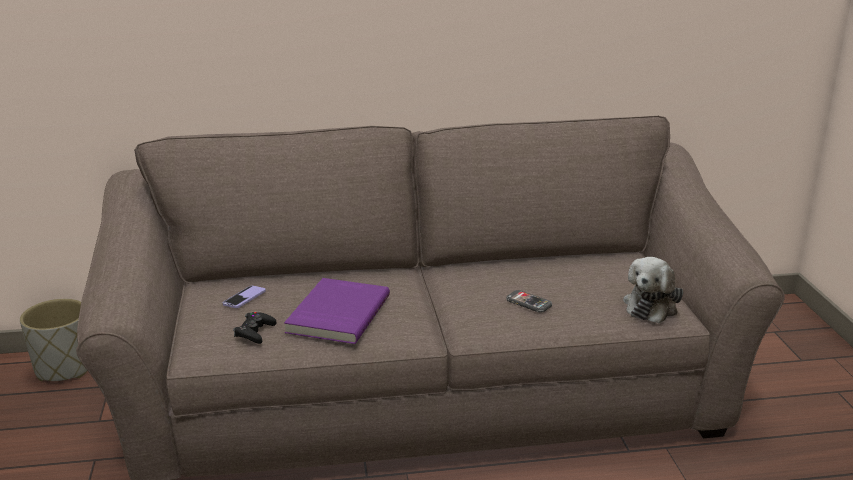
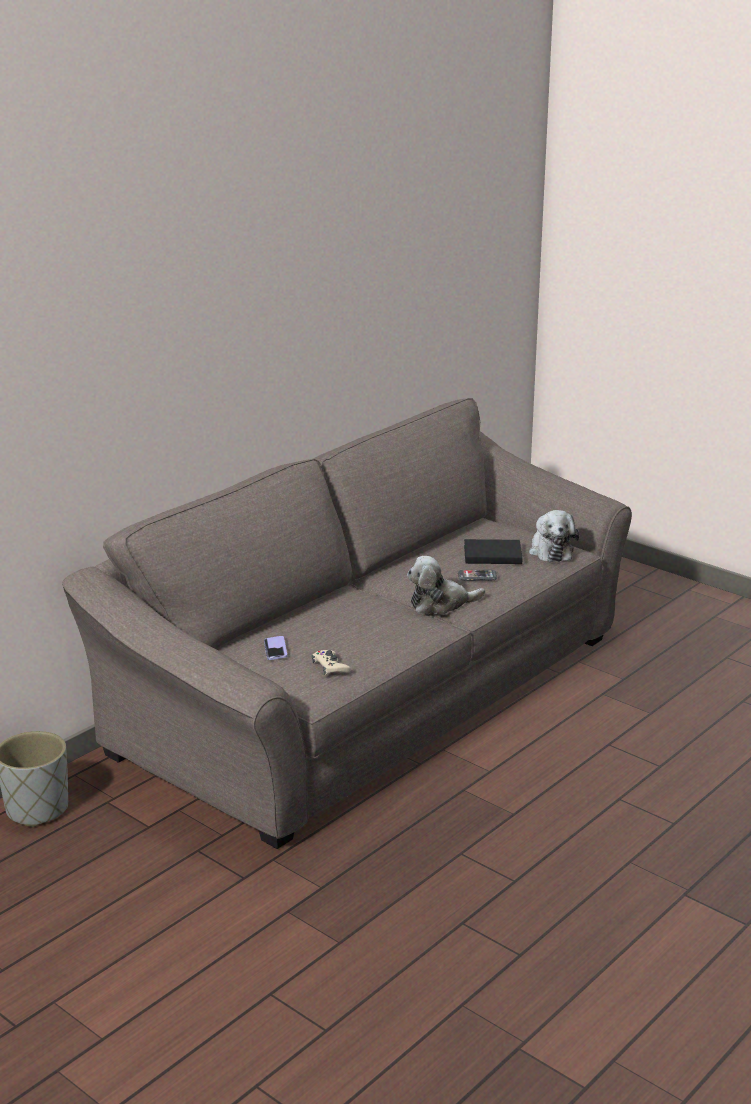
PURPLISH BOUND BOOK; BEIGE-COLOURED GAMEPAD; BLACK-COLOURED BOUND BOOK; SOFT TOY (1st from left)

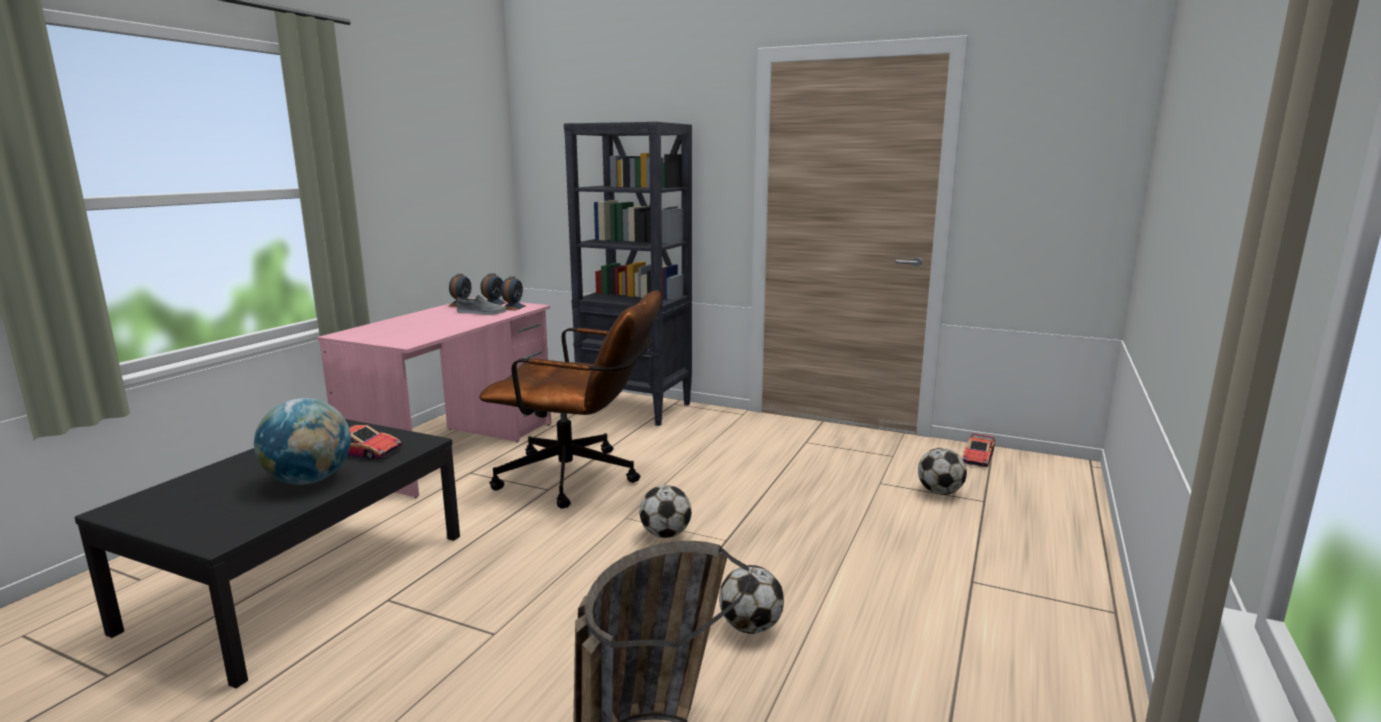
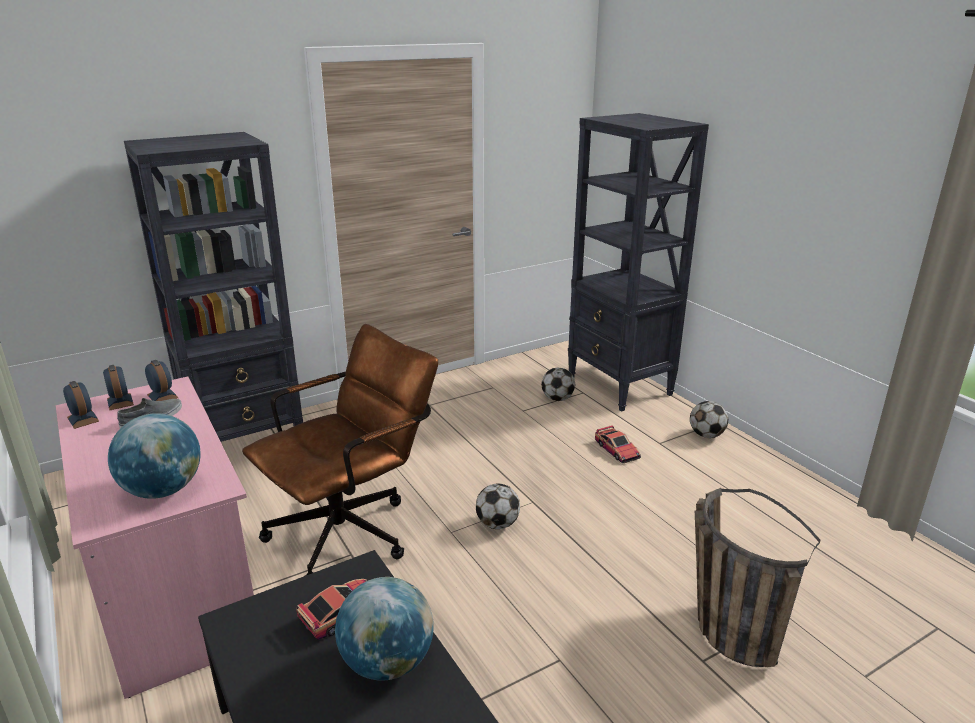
TOY CAR (2nd from left); BALL FOR FOOTBALL (3rd from left); BLACK-COLOURED BOOKSHELF (2nd from left); DESK GLOBE (1st from left)

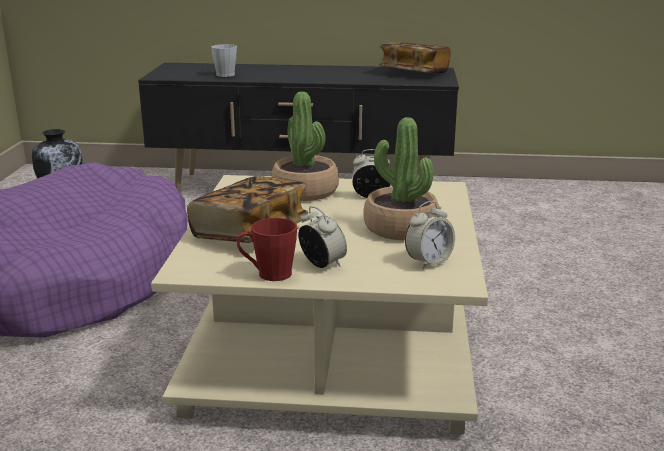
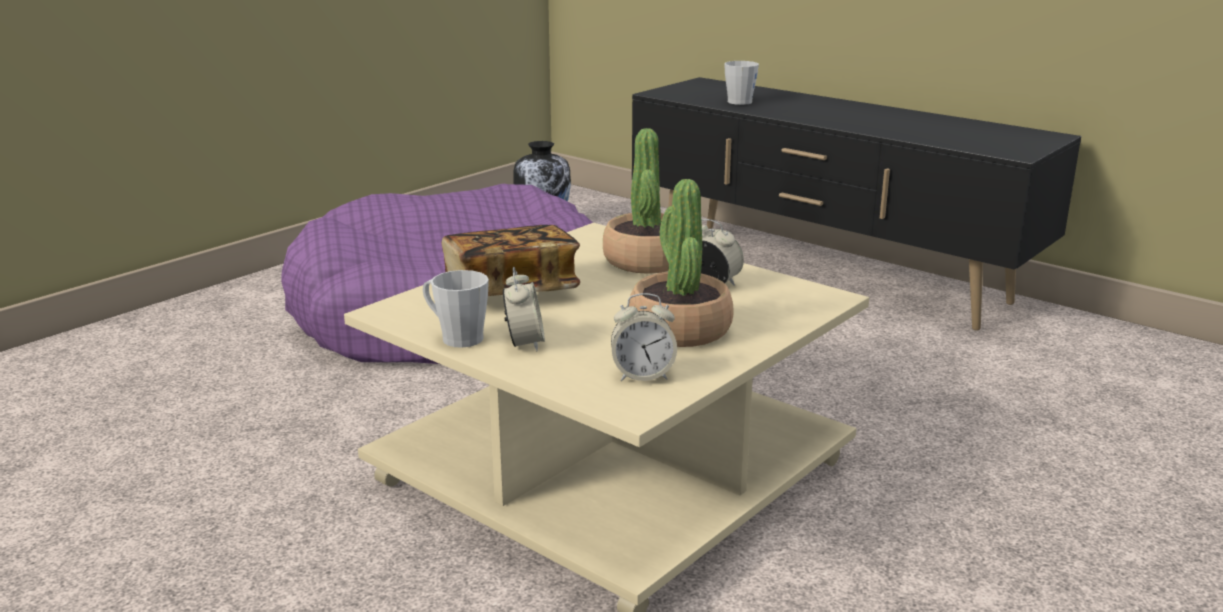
BOUND BOOK (2nd from left in the first image); GREYISH TEA MUG (1st from left)

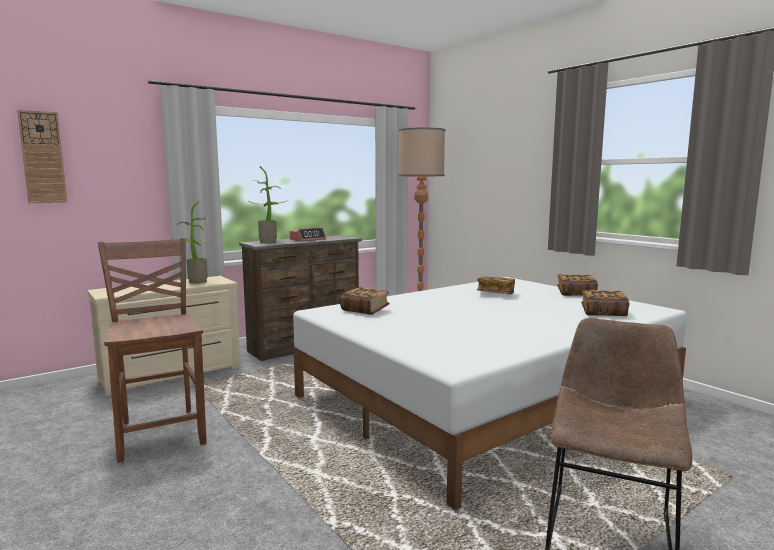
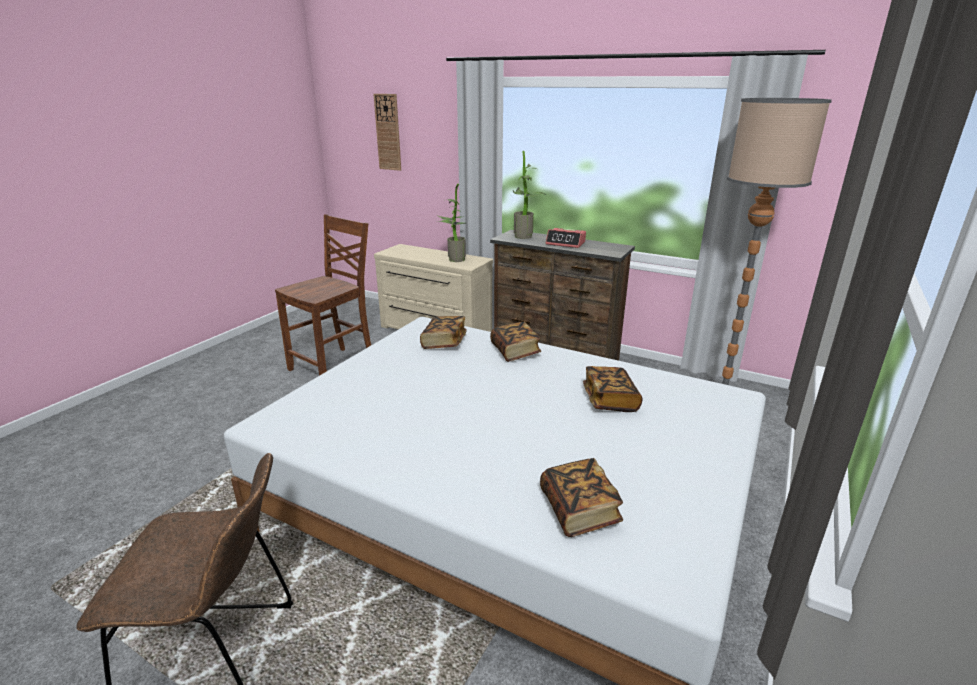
BOUND BOOK (2nd from left)

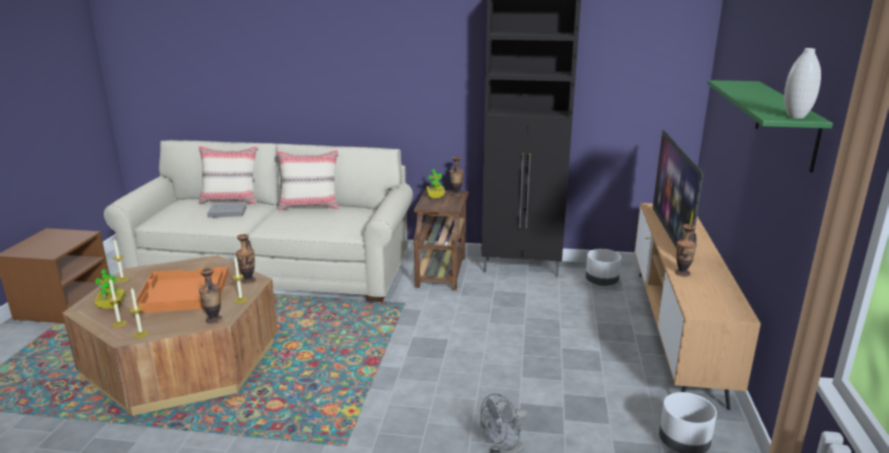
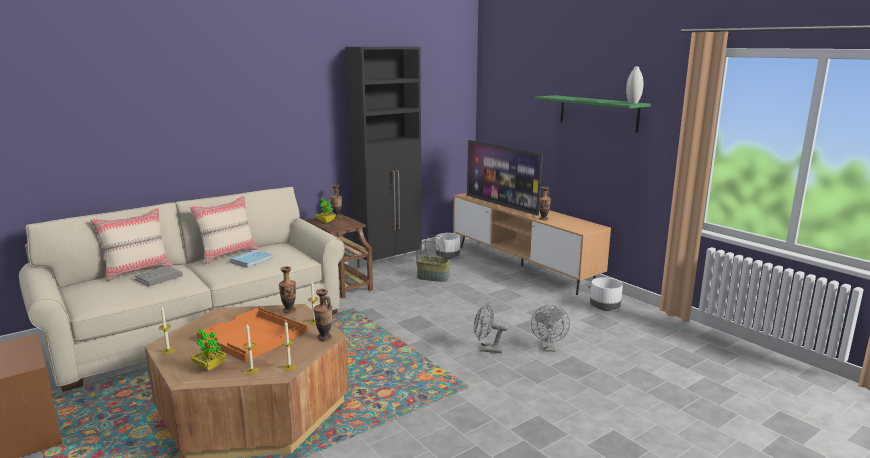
HOUSEHOLD BASKET; BLUE-COLOURED BOUND BOOK; GREYISH FAN (1st from left)

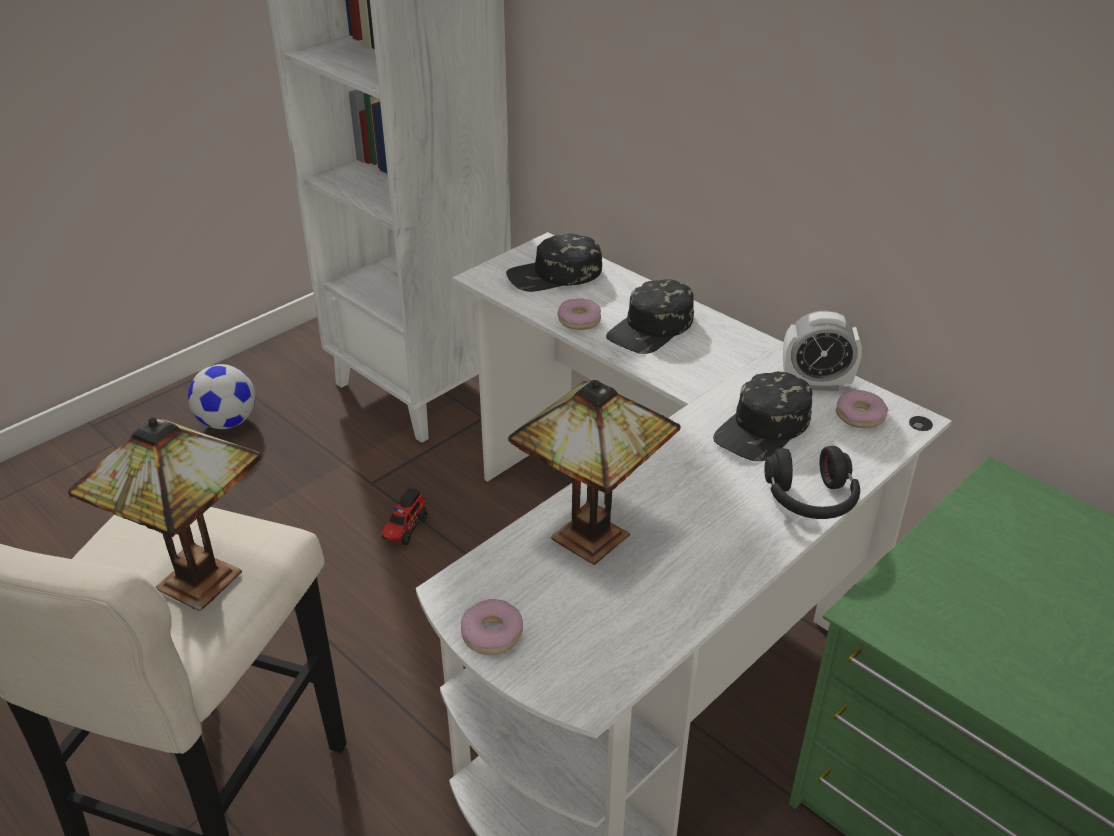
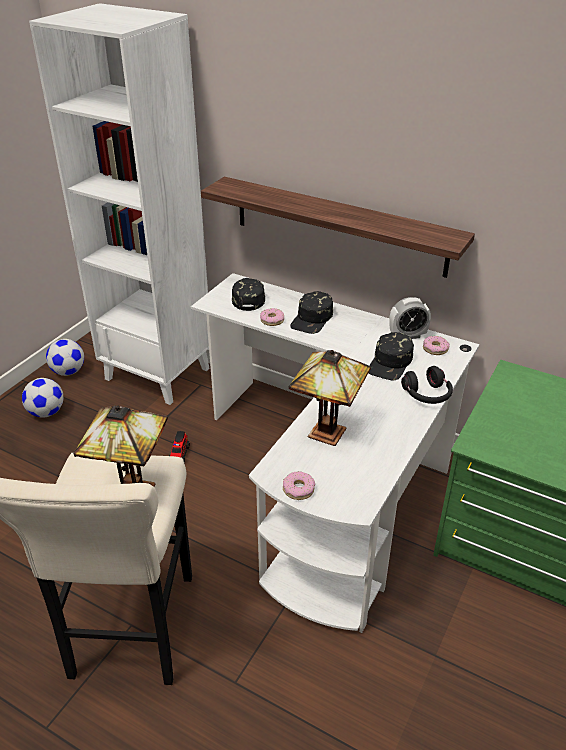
BLACK-COLOURED PEAKED CAP (1st from left); WALL SHELF; BALL FOR FOOTBALL (2nd from left)

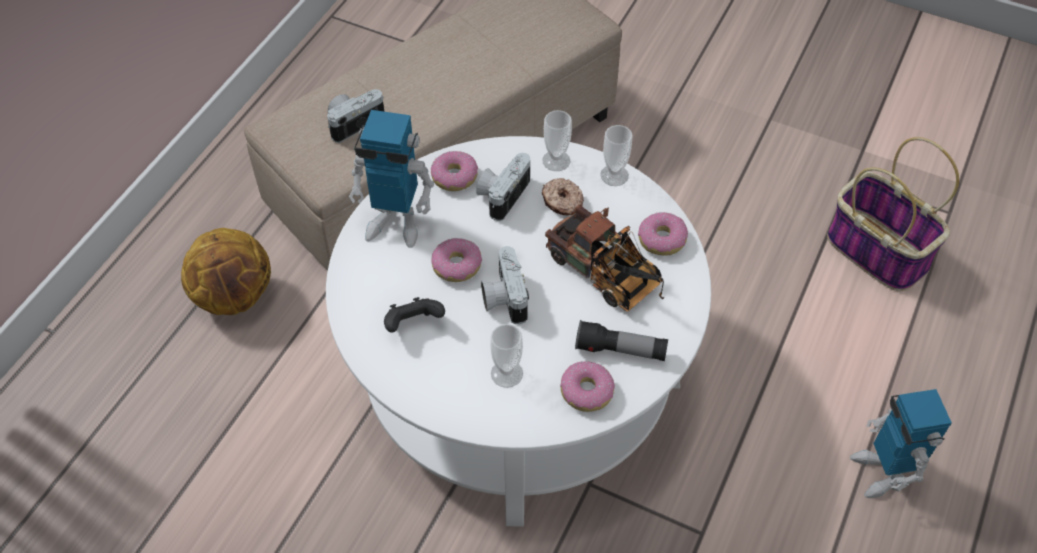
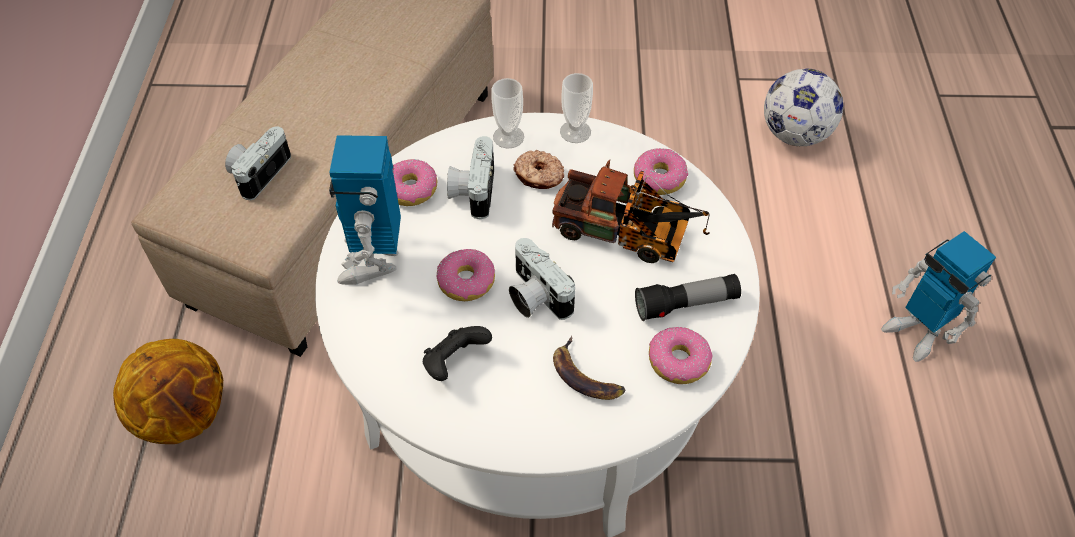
TOY ROBOT (1st from left); BALL FOR FOOTBALL; WHOLE BANANA

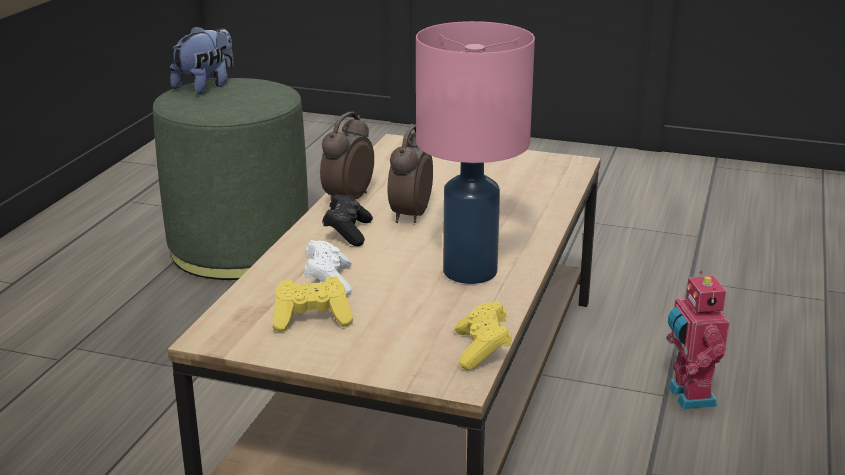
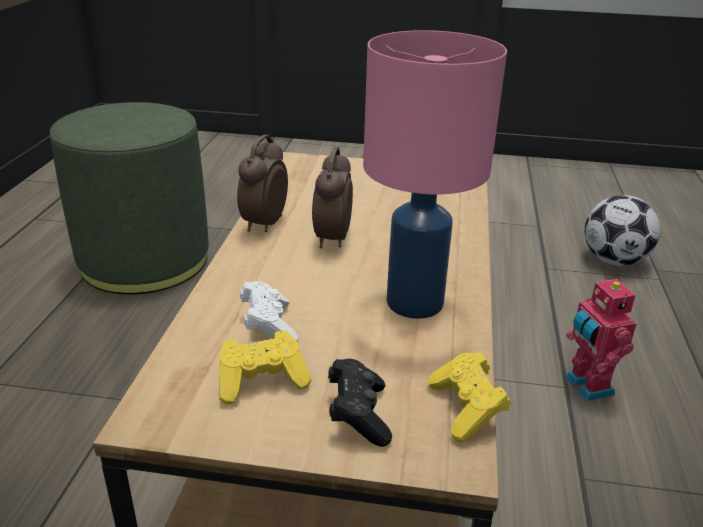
SOFT TOY; BLACK-COLOURED GAMEPAD; BALL FOR FOOTBALL

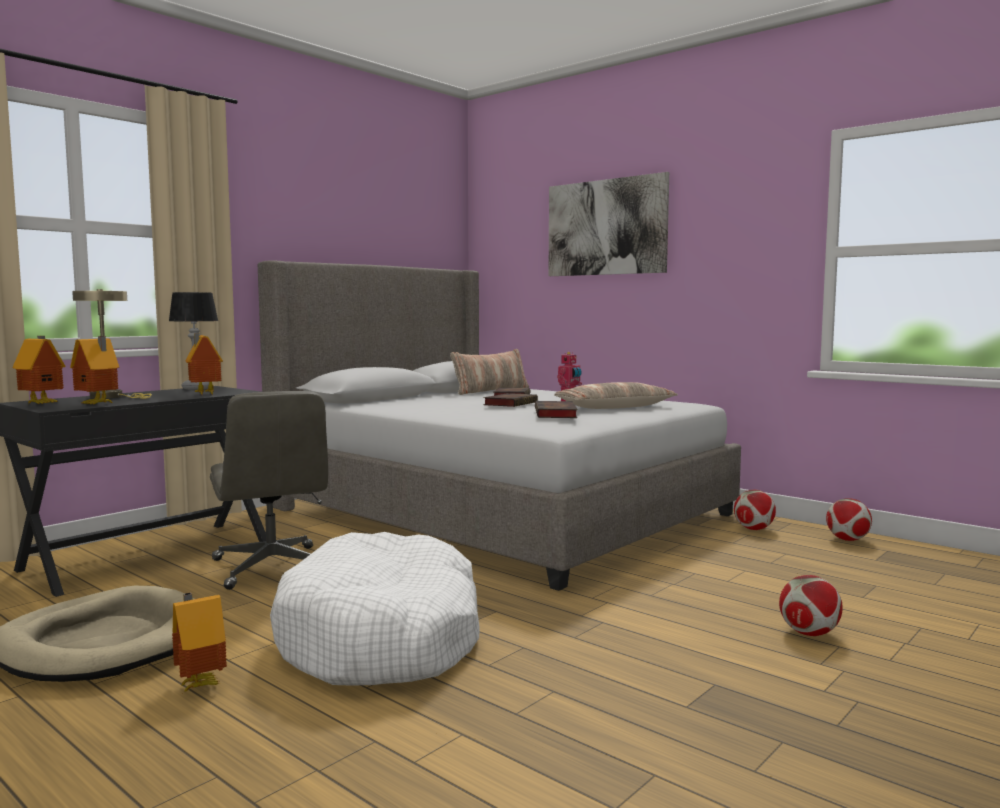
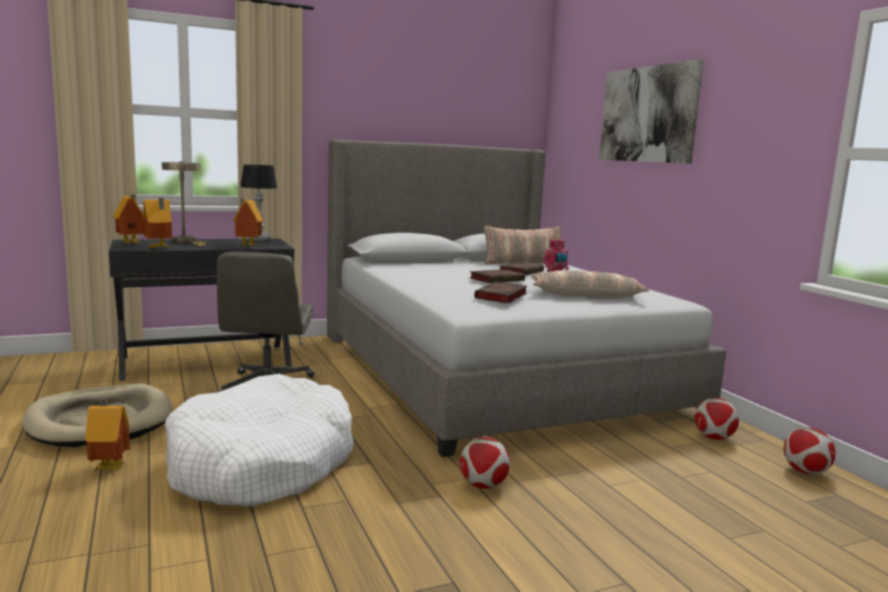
BALL FOR FOOTBALL (1st from left)

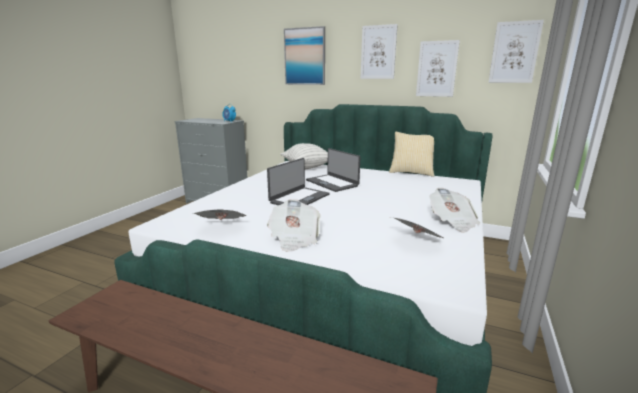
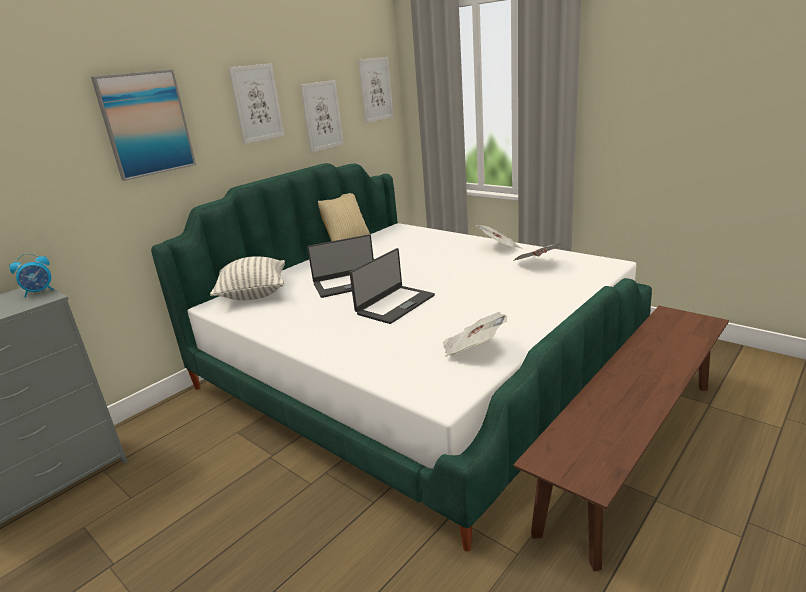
LAPTOP (2nd from left); DAILY PAPER (2nd from left in the first image)

